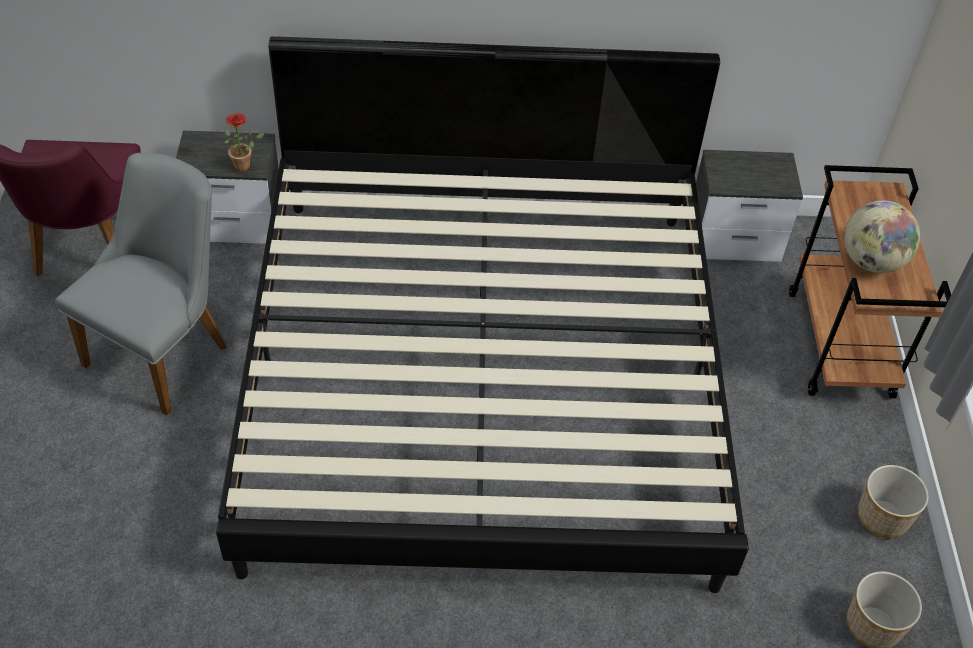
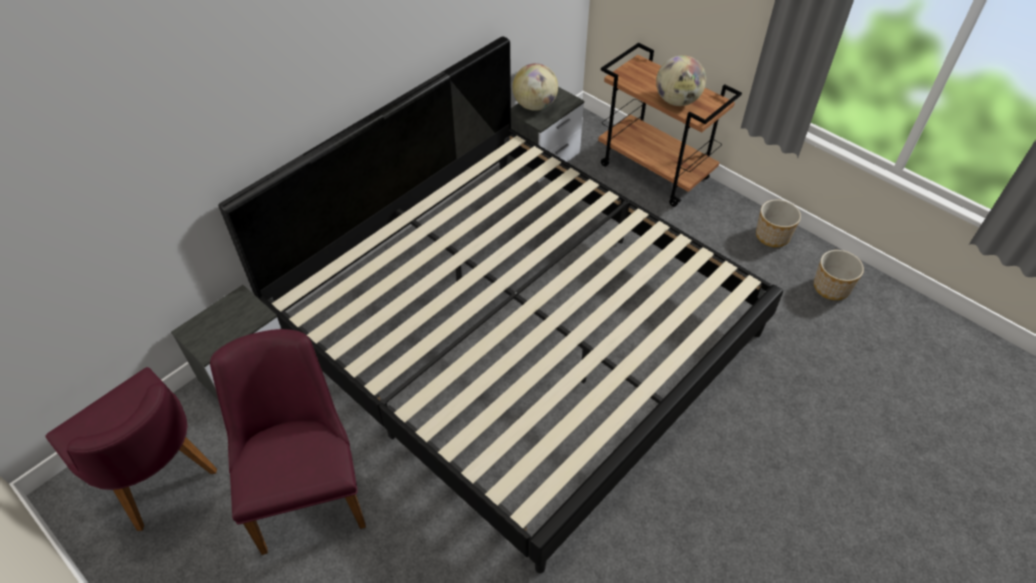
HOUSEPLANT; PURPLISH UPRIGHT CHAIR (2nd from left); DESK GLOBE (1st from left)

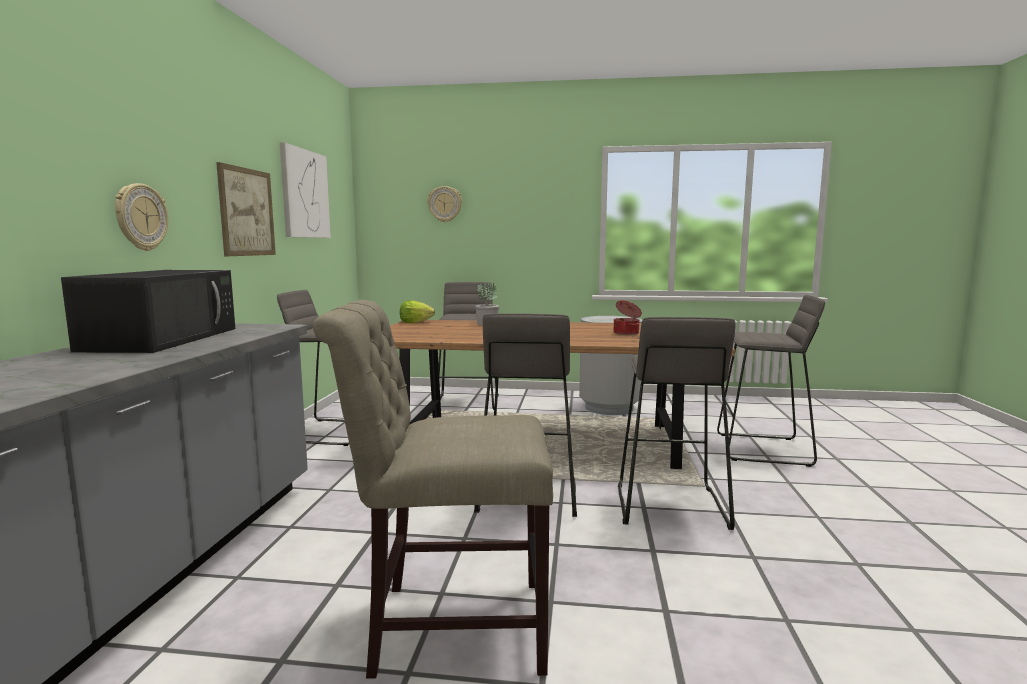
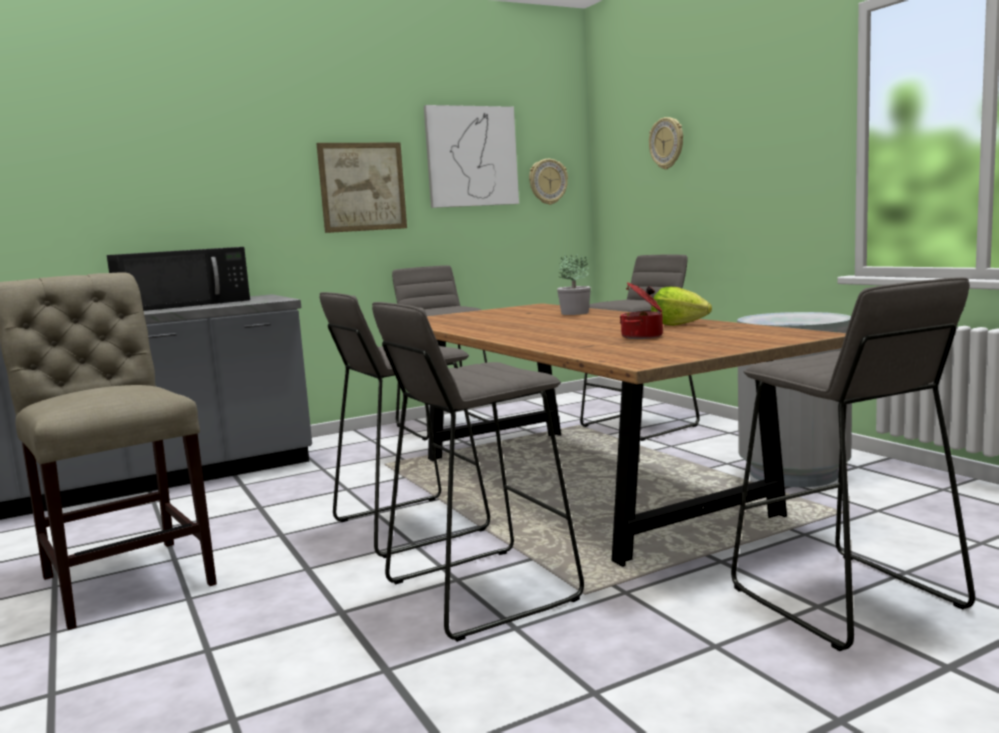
WALL CLOCK (1st from left); LETTUCE

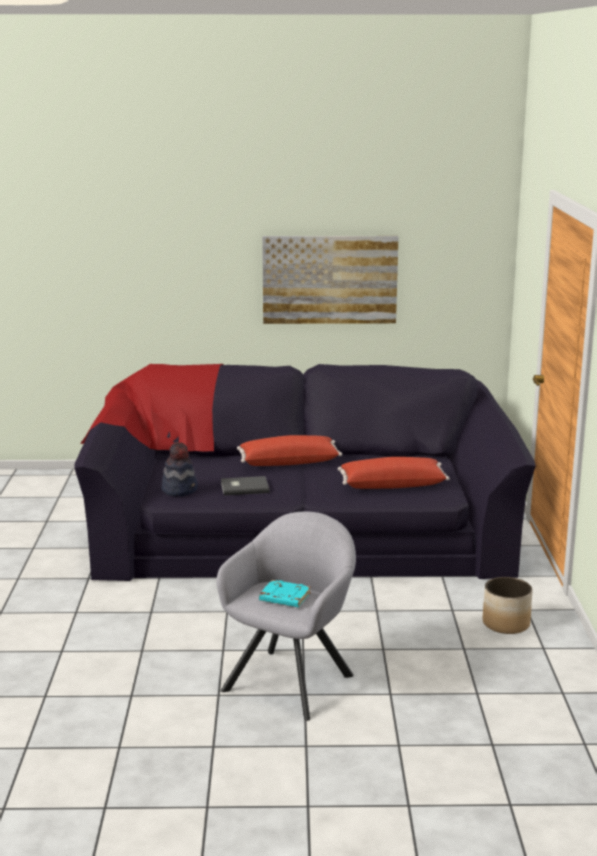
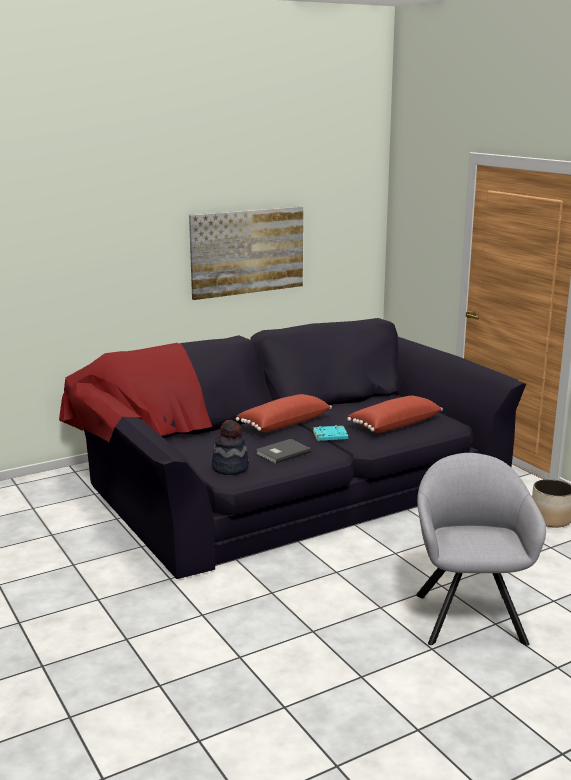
BLUE-GREEN BOUND BOOK

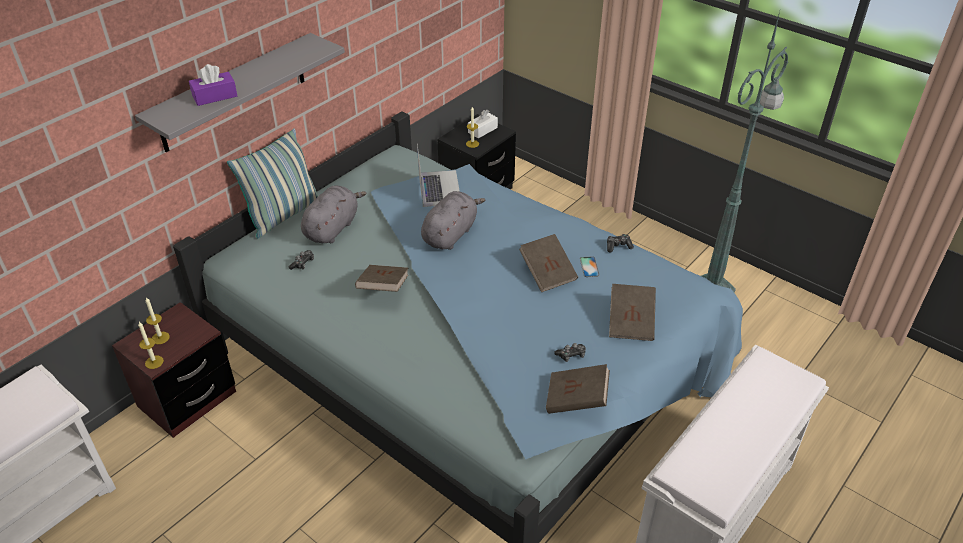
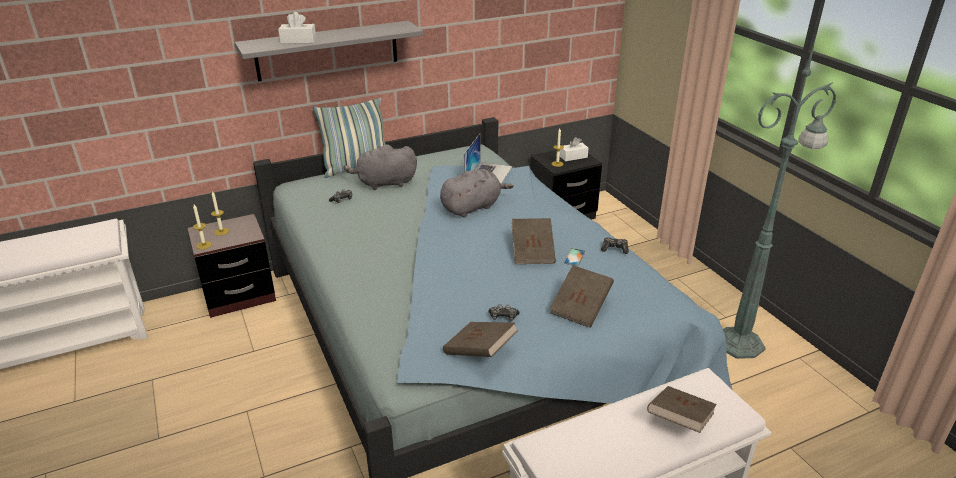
WHITE-COLOURED BOX OF TISSUES (1st from left); GREYISH SOFT TOY (1st from left); BROWNISH BOUND BOOK (4th from left)

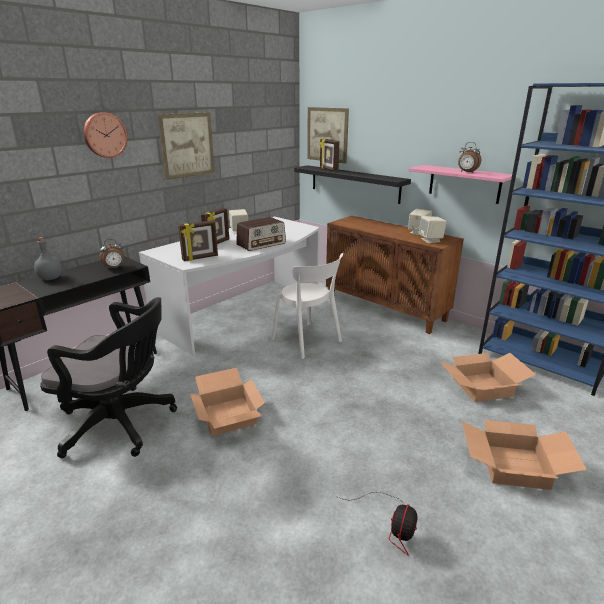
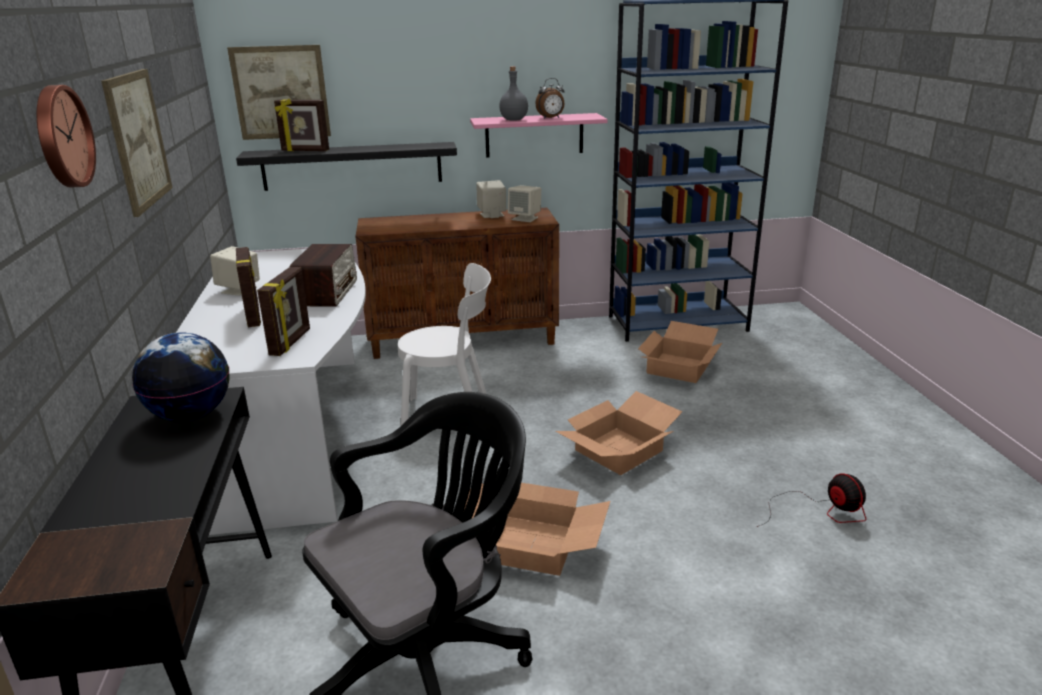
GREYISH BEVERAGE BOTTLE; DESK GLOBE; PACKING BOX (2nd from left)

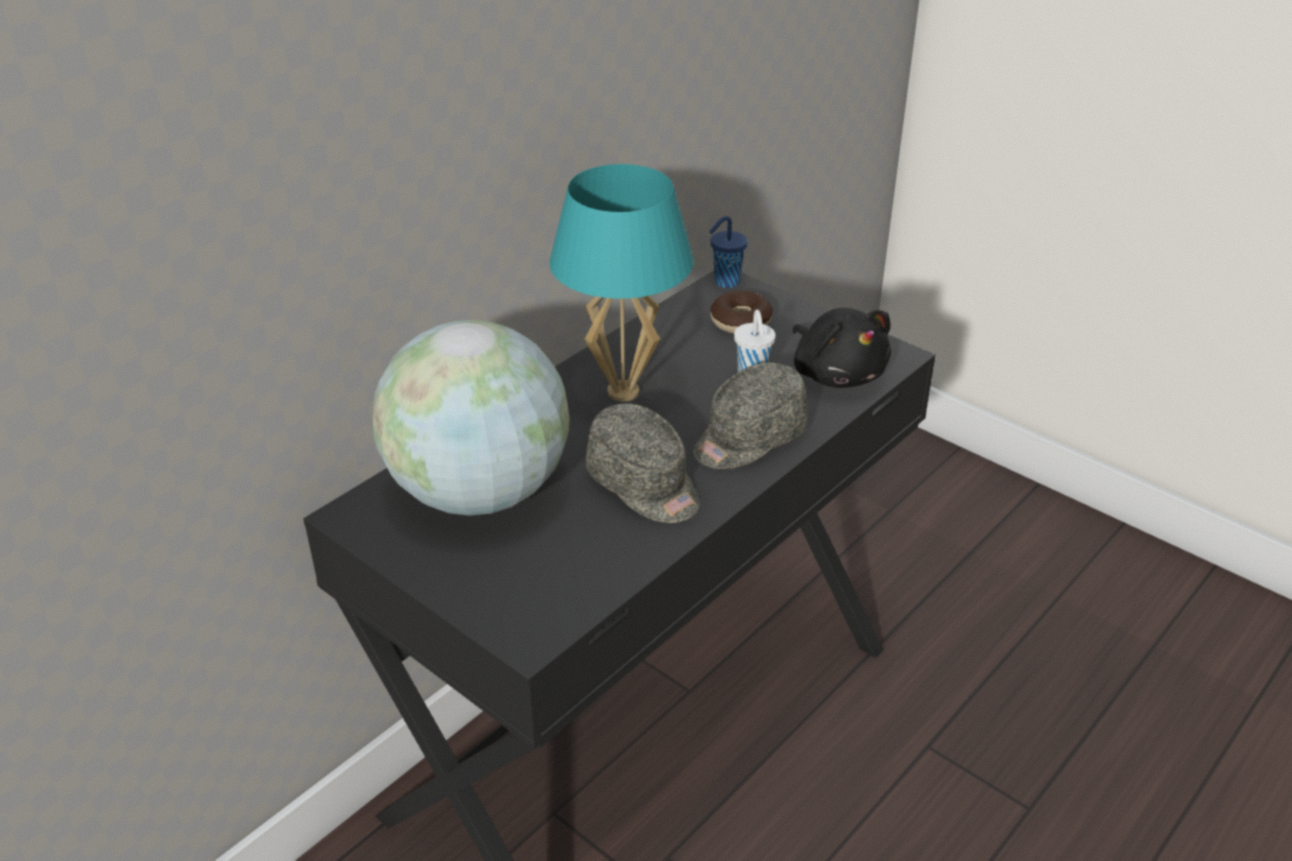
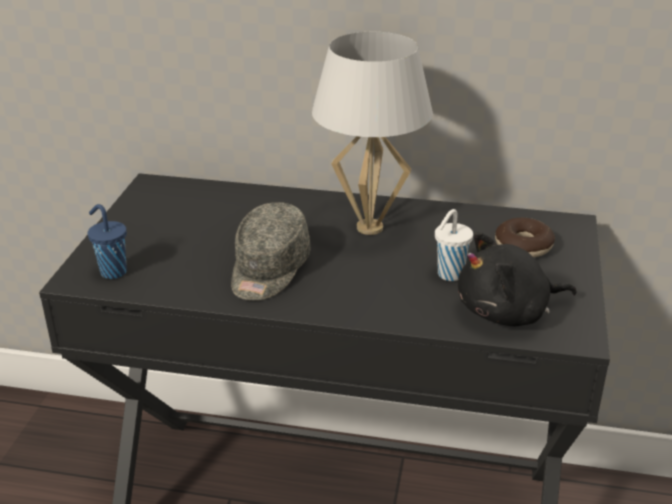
WHITE-COLOURED LAMP FOR A TABLE; BLUE-COLOURED CUP; BLACK-COLOURED SOFT TOY; DESK GLOBE; GREYISH PEAKED CAP (2nd from left in the first image)

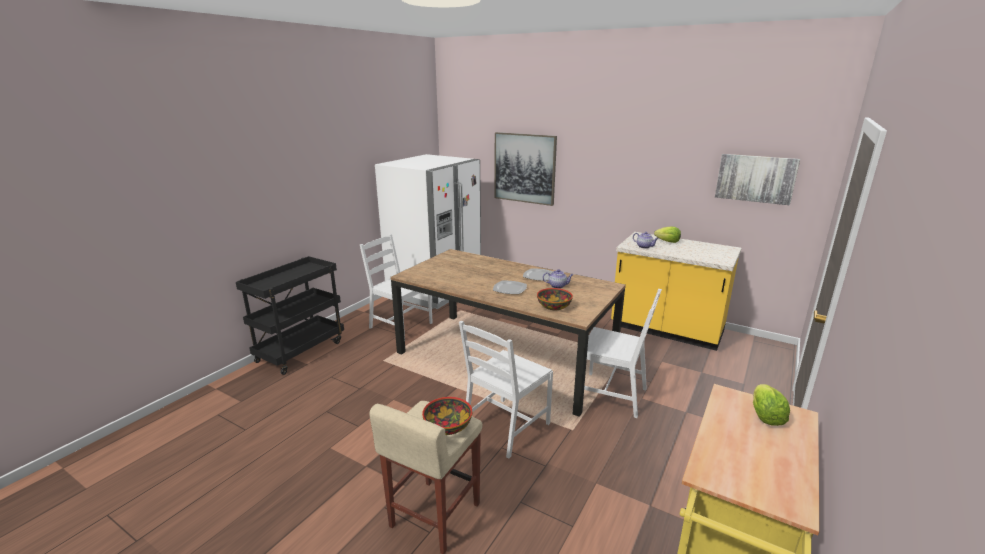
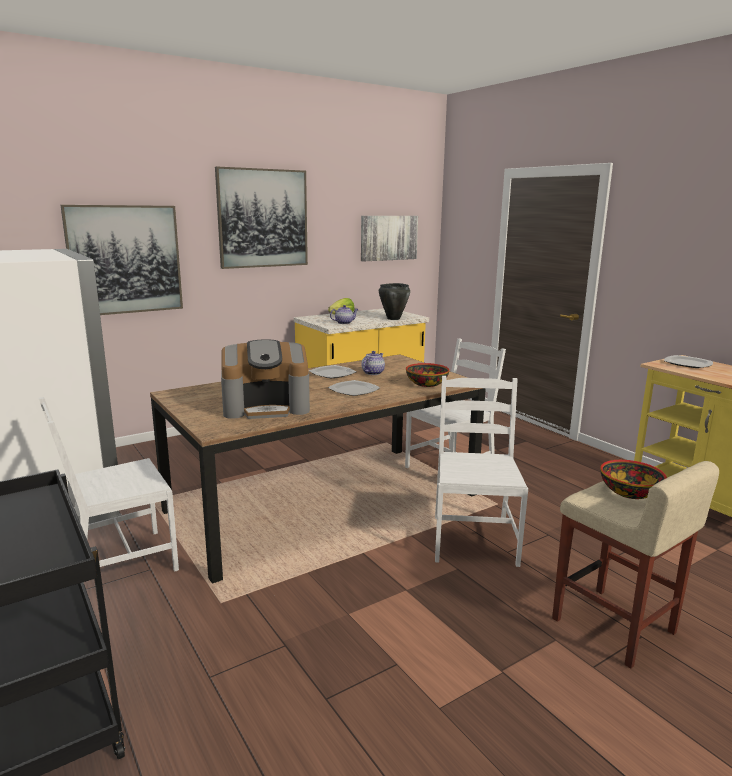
WHITE-COLOURED UPRIGHT CHAIR (3rd from left); DINNER PLATE (3rd from left); WALL ART (2nd from left); BLACK-COLOURED COOKING POT; COFFEE BREWER

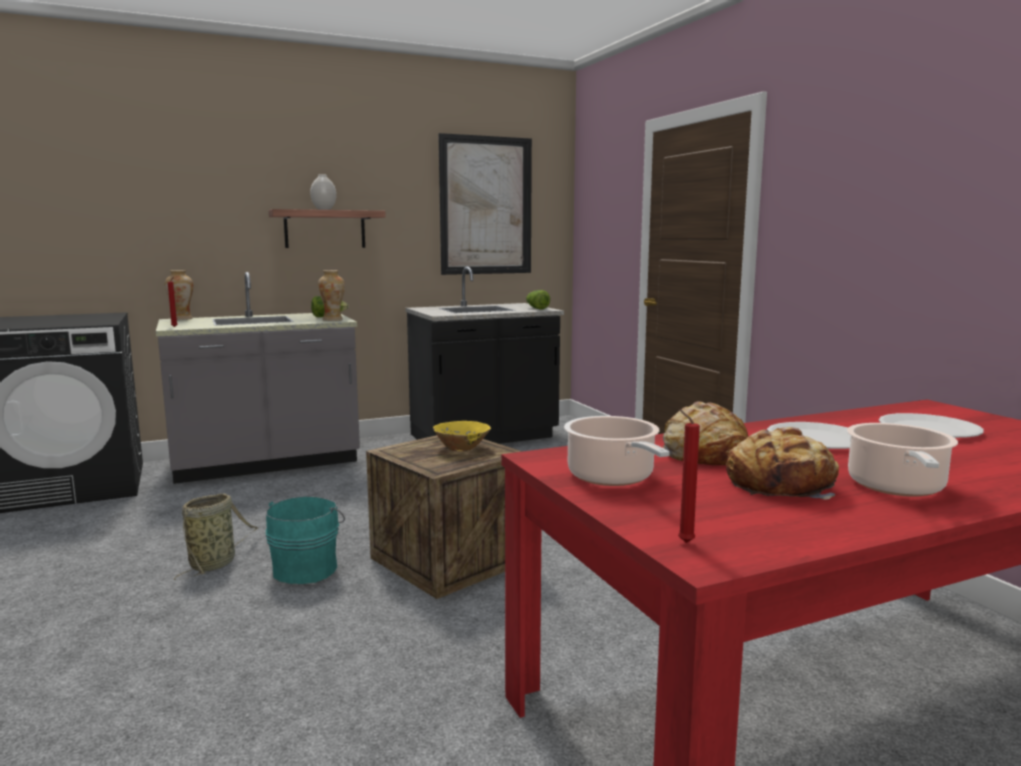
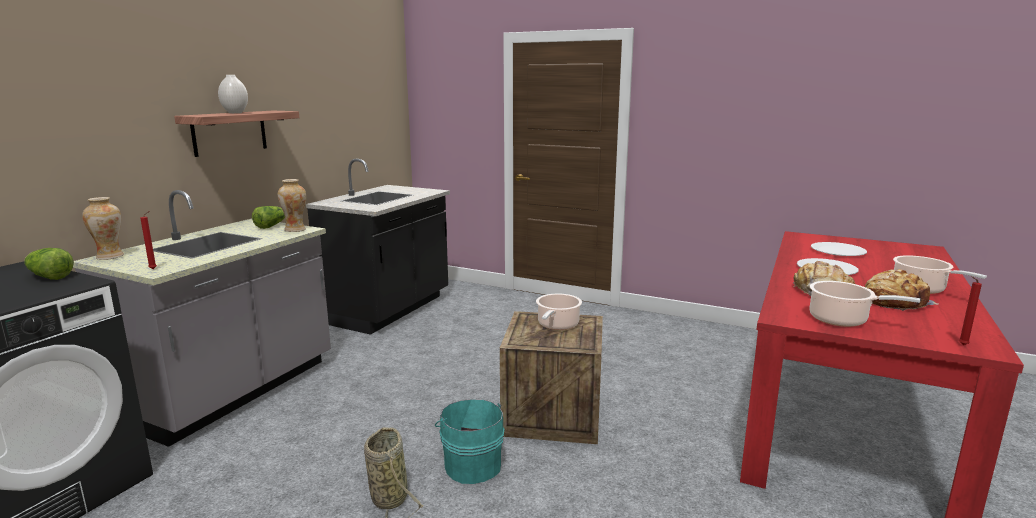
WALL ART; LETTUCE (1st from left); COOKING POT (1st from left)

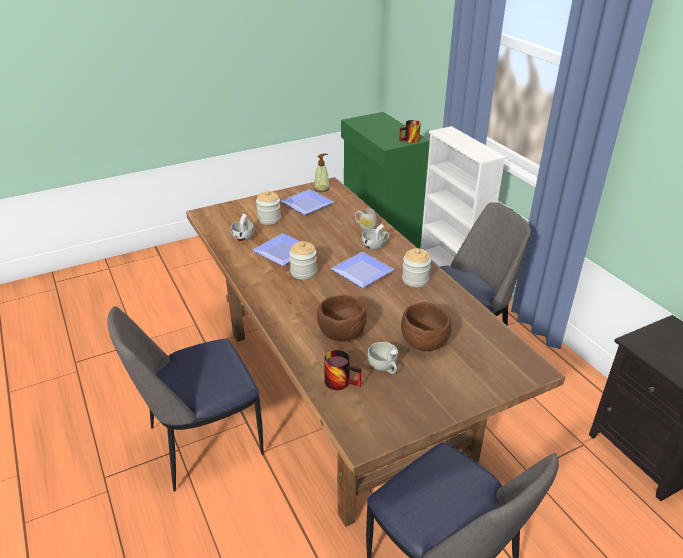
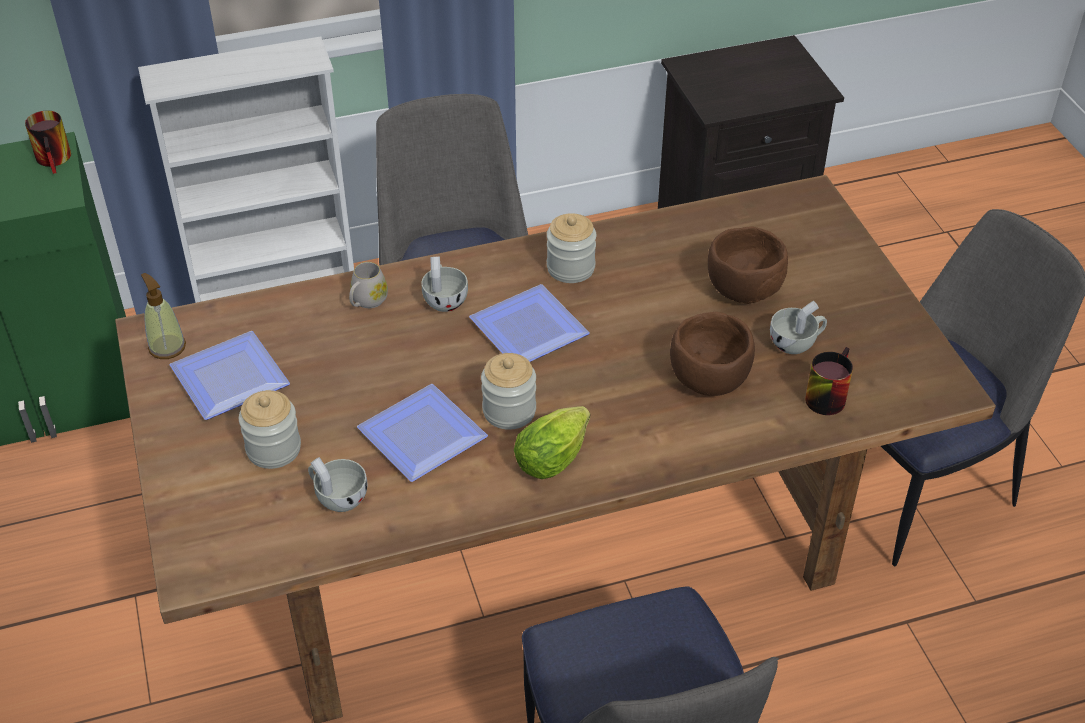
LETTUCE

